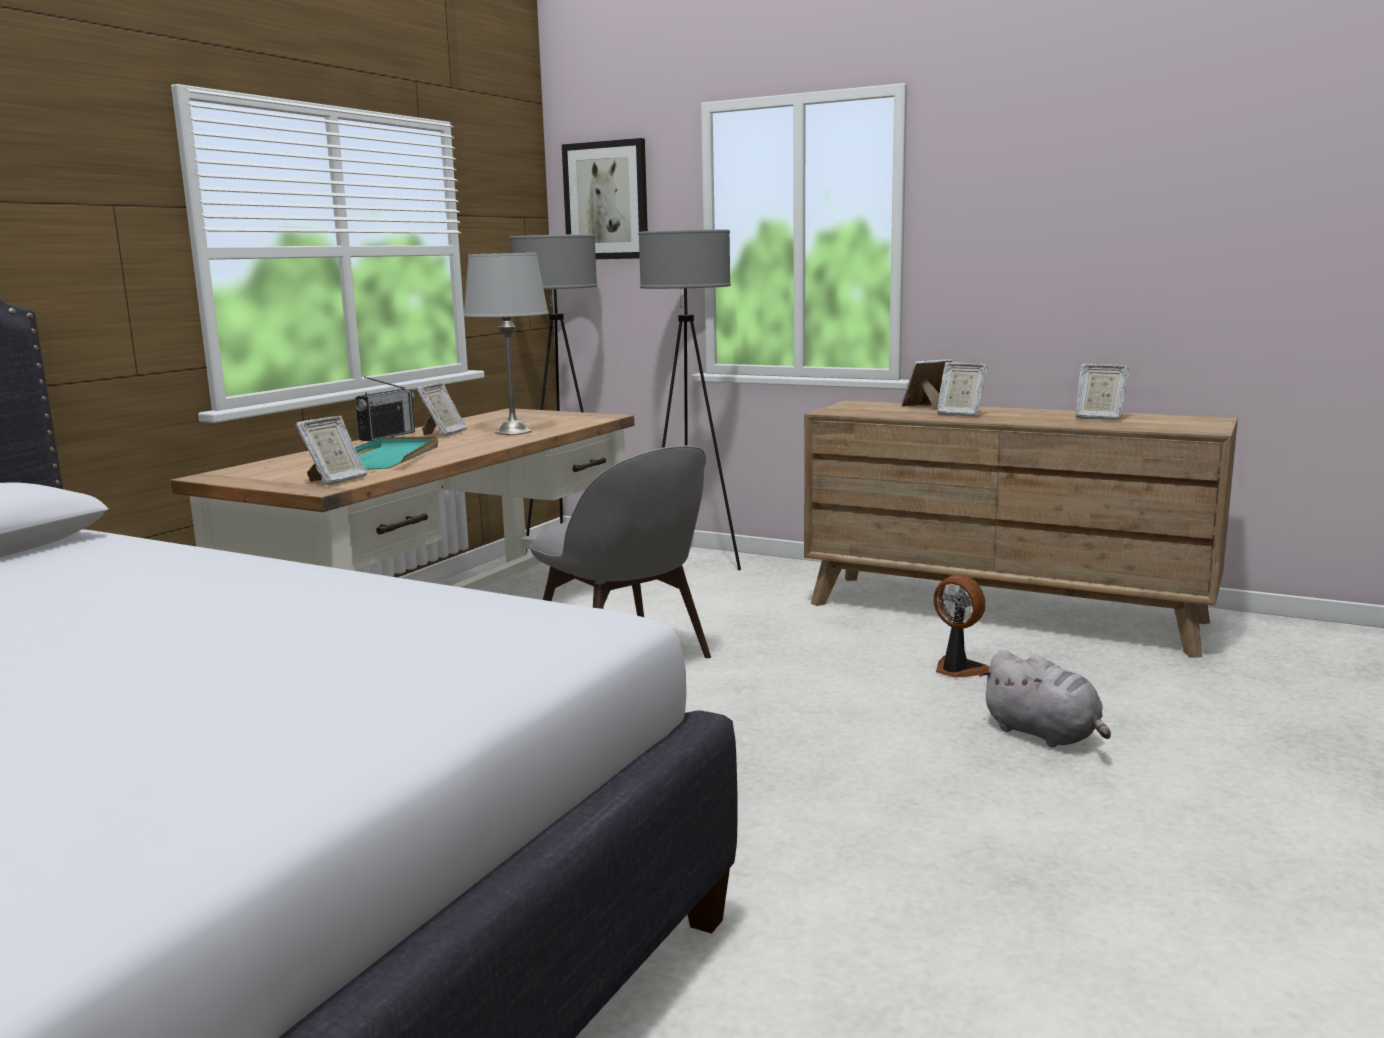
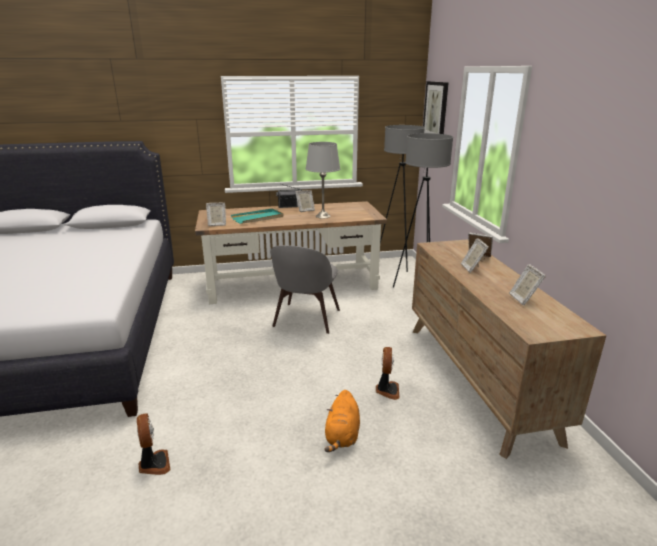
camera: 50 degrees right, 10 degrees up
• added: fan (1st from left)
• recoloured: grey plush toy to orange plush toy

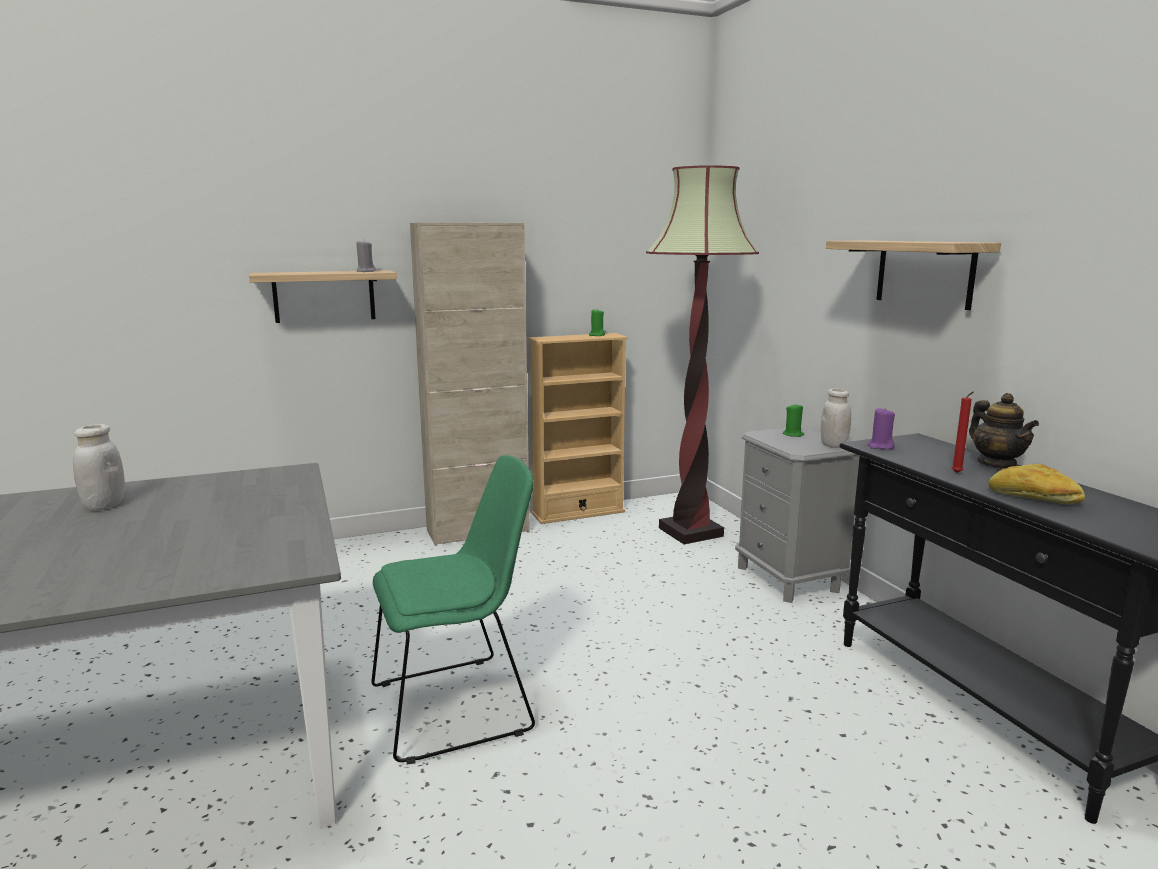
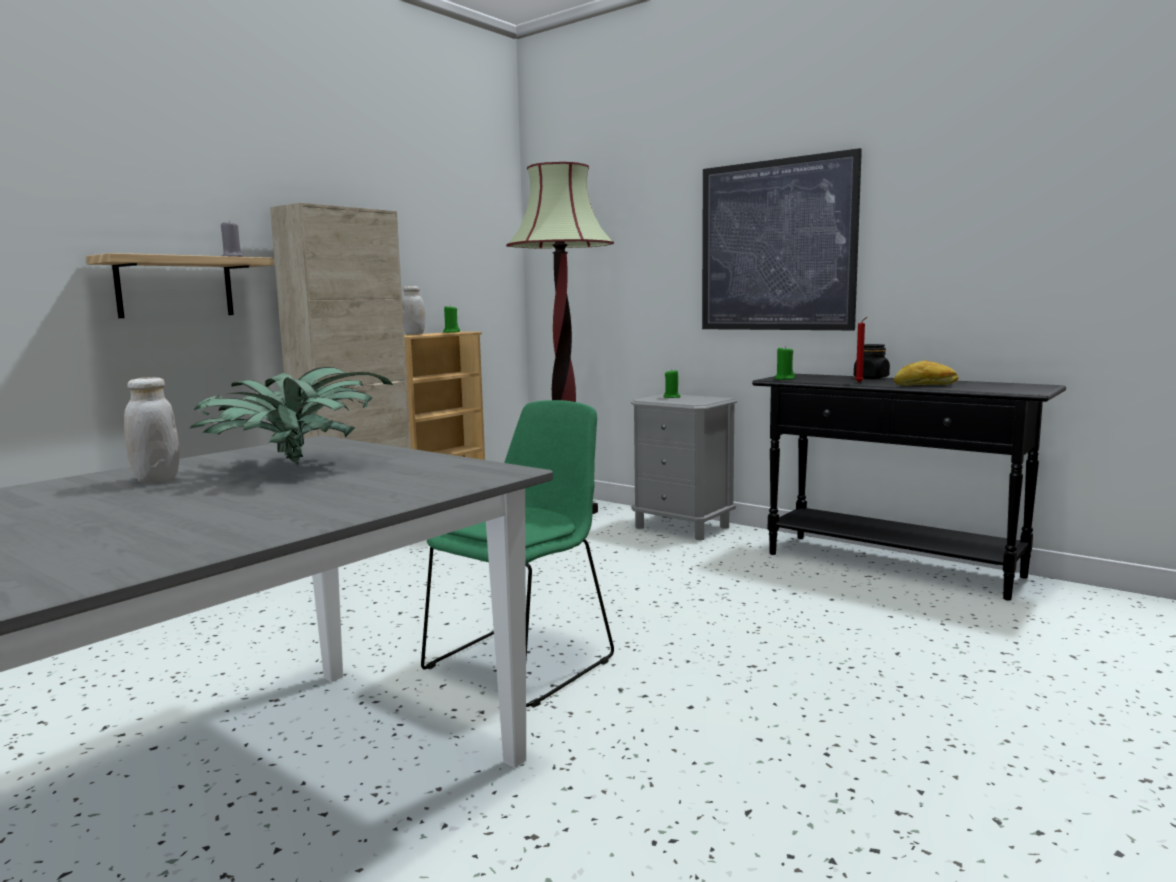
camera: 30 degrees left, 5 degrees down
• added: potted plant
• moved: white jar (2nd from left)
• replaced: shelf (2nd from left) to picture
• replaced: teapot to black jar
• recoloured: purple candle to green candle (3rd from left)

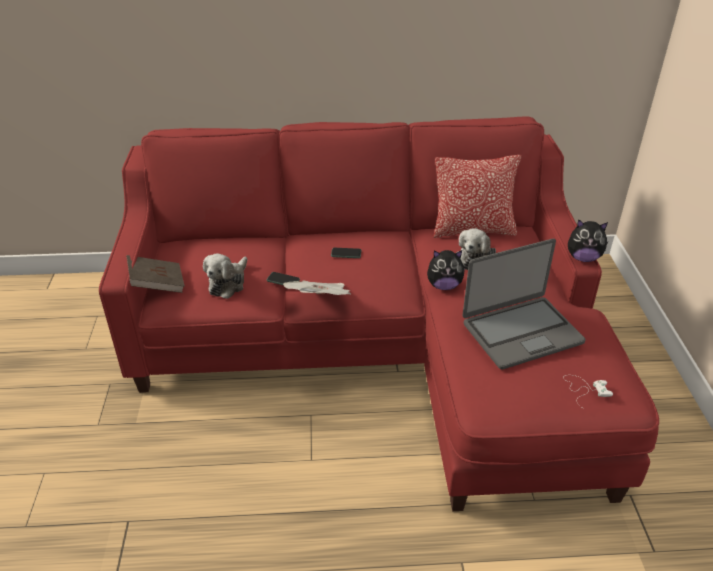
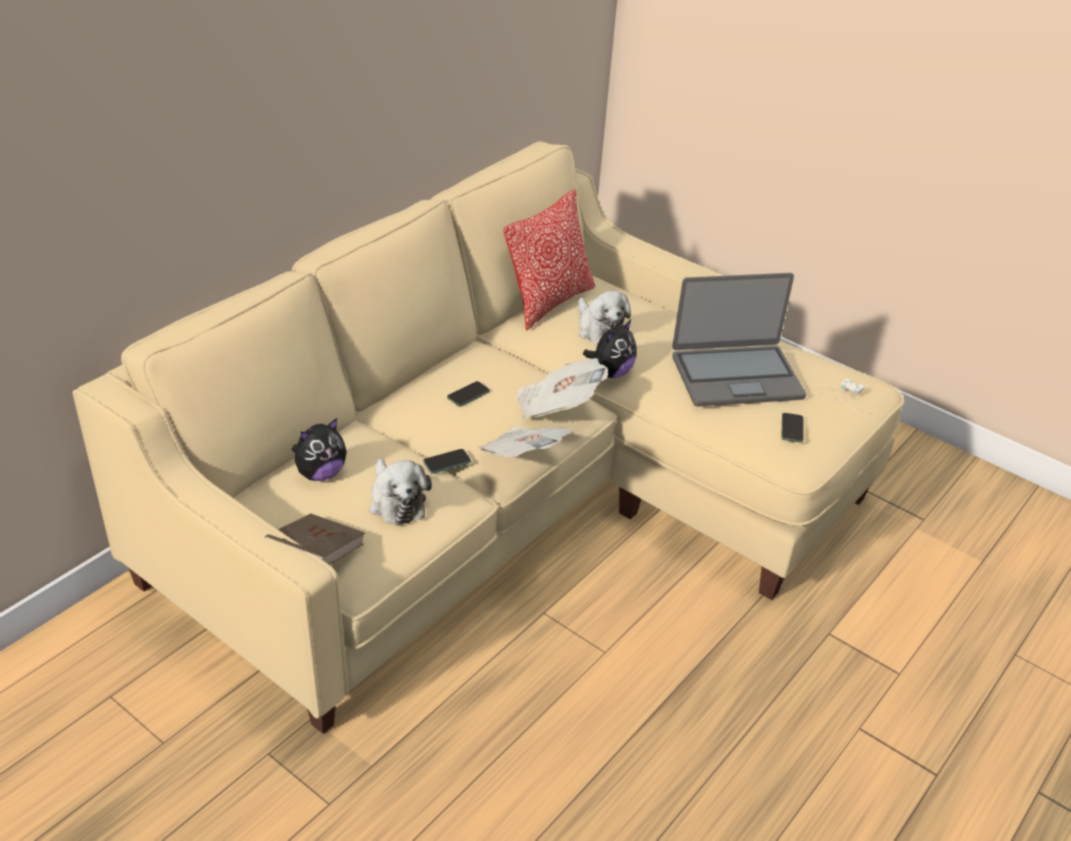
camera: 50 degrees left, 0 degrees up
• added: newspaper (2nd from left)
• added: phone (3rd from left)
• moved: plush toy (4th from left in the first image) to plush toy (1st from left)
• recoloured: red sofa to beige sofa
• turned: laptop 60 degrees clockwise

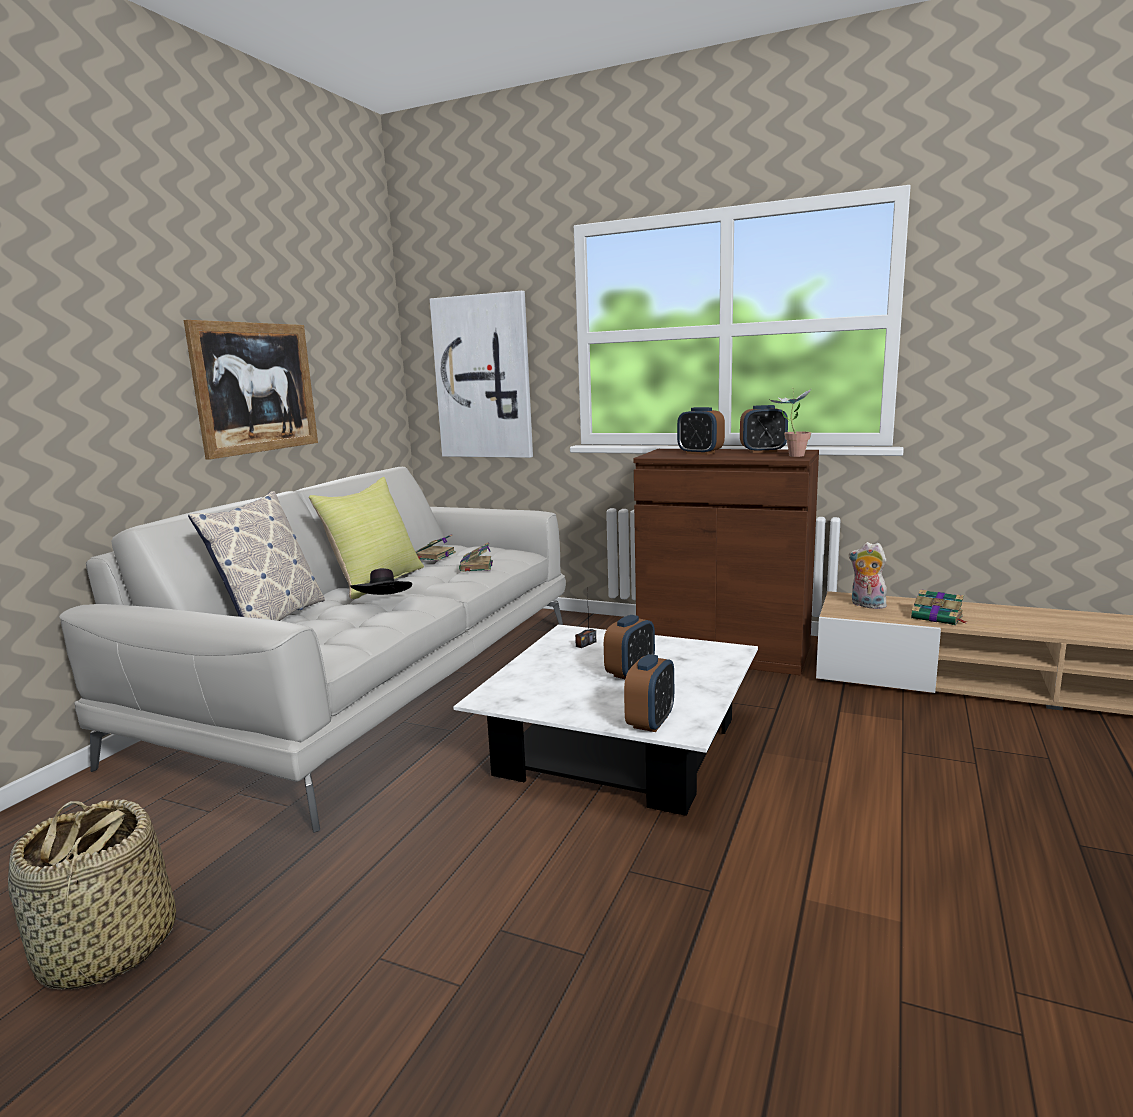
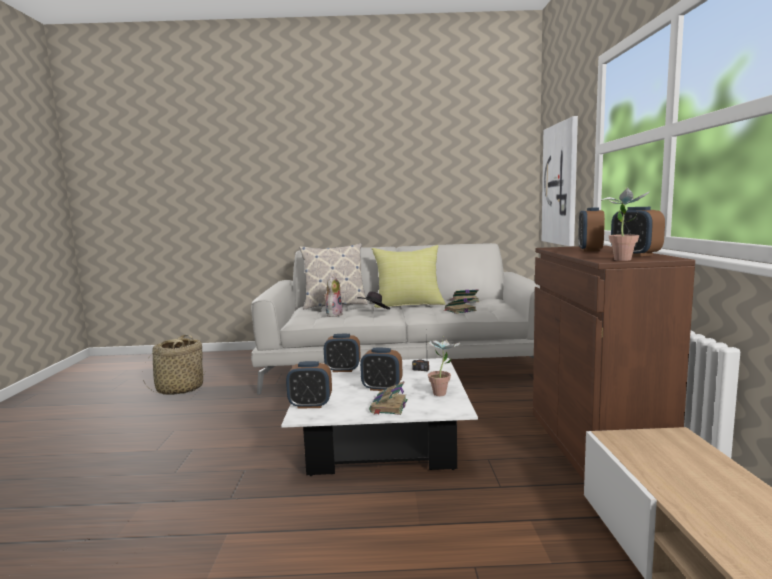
camera: 65 degrees right, 5 degrees down
• removed: picture (1st from left)
• added: alarm clock (2nd from left)
• added: potted plant (1st from left)
• moved: plush toy
• moved: book (3rd from left in the first image) to book (1st from left)

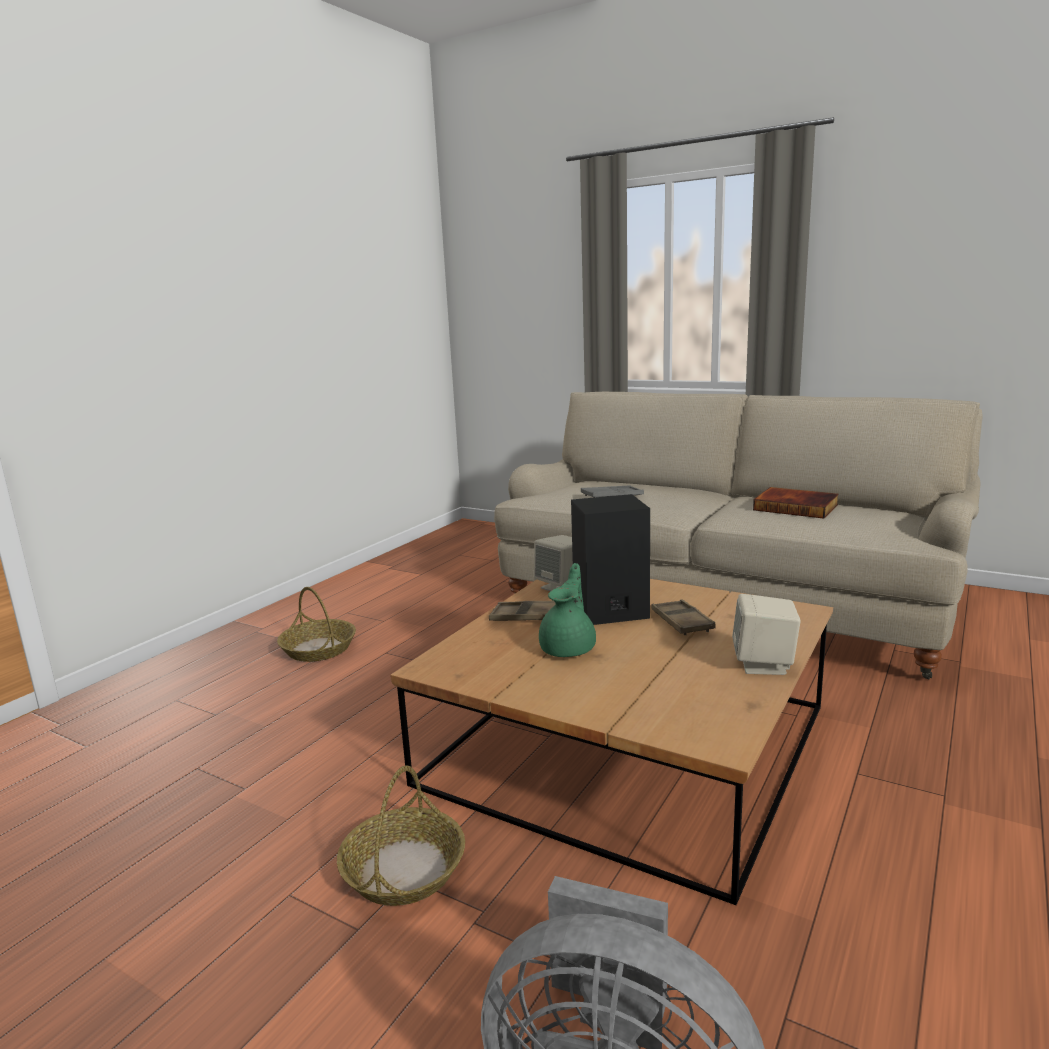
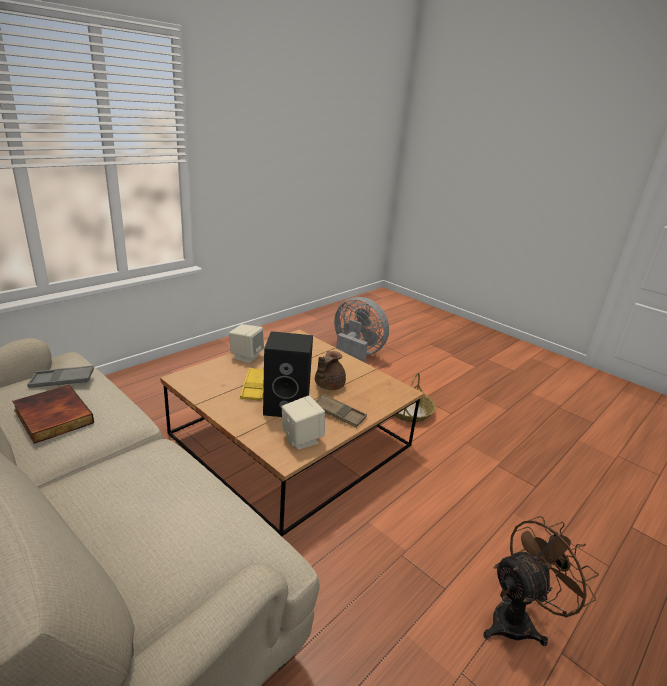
camera: 170 degrees left, 10 degrees up
• moved: grey tray
• replaced: basket (1st from left) to brown fan
• recoloured: green teapot to brown teapot
• recoloured: brown tray (2nd from left) to yellow tray

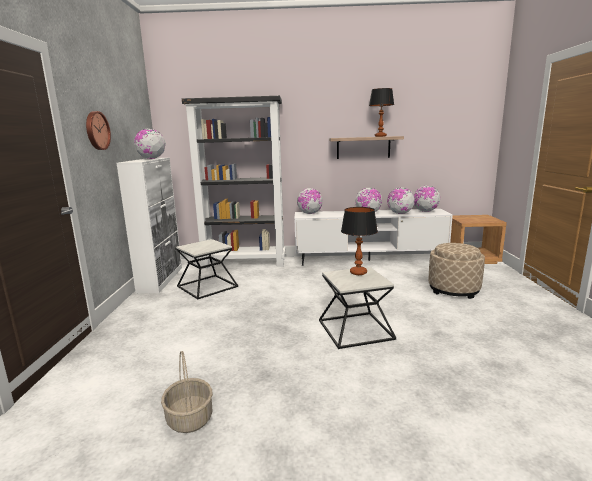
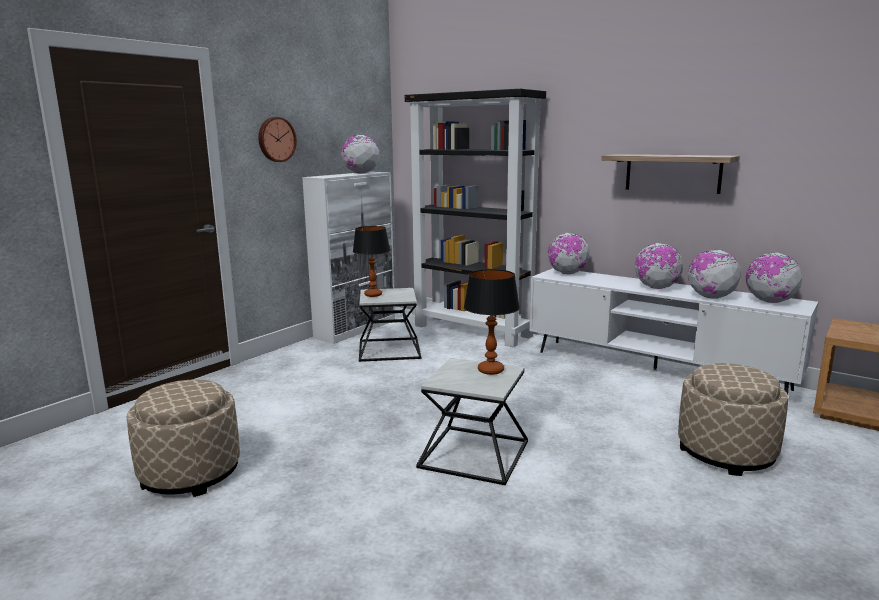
camera: 35 degrees right, 0 degrees up
• moved: table lamp (2nd from left in the first image) to table lamp (1st from left)
• replaced: basket to beige ottoman (1st from left)

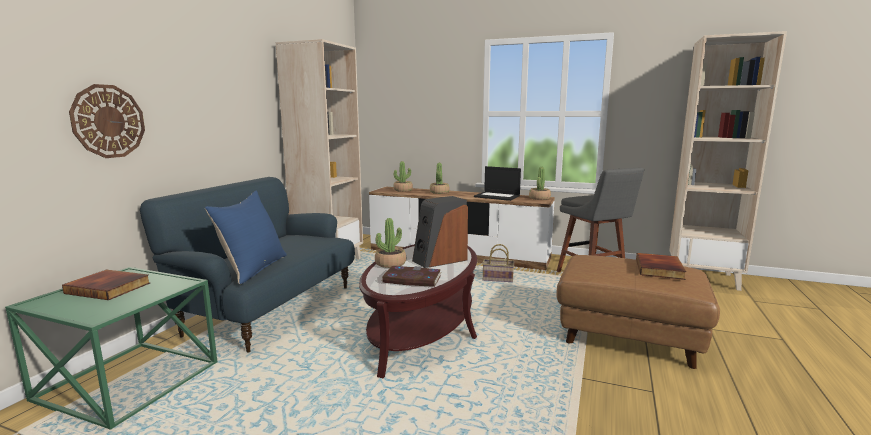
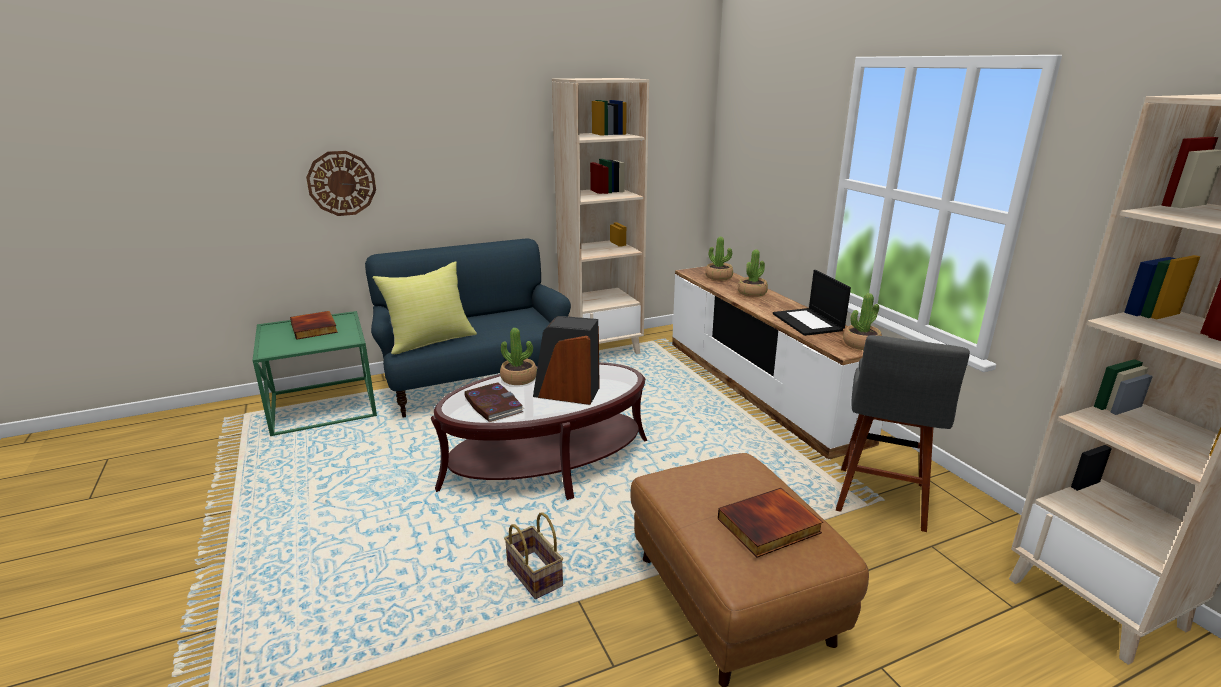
camera: 45 degrees right, 10 degrees up
• moved: basket
• recoloured: blue pillow to yellow pillow

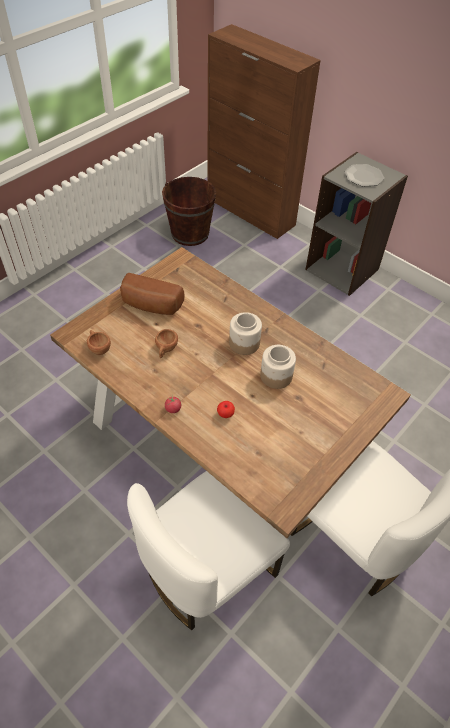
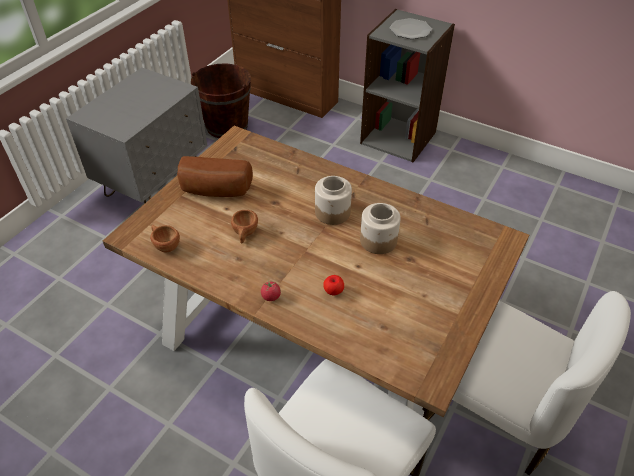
camera: 10 degrees left, 5 degrees down
• added: grey nightstand

